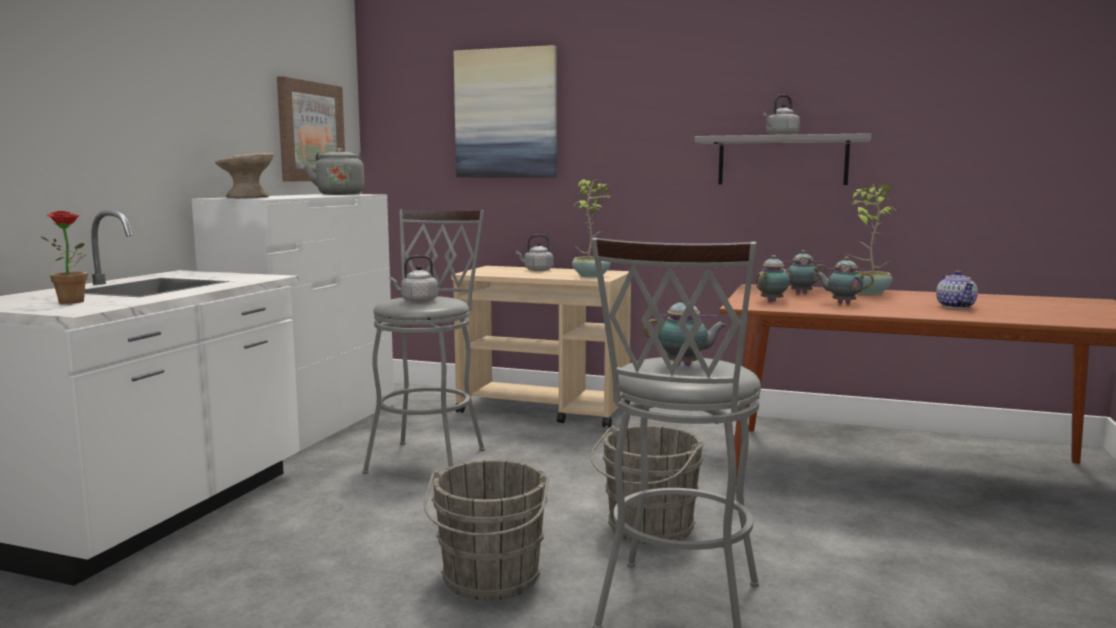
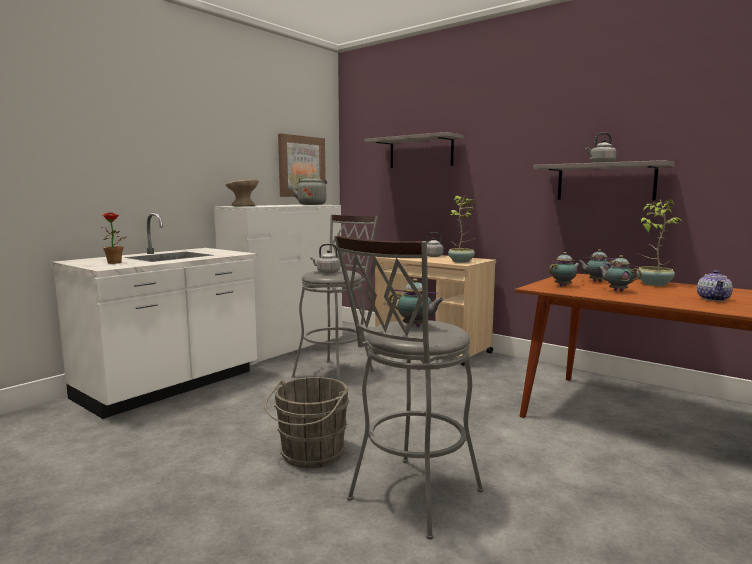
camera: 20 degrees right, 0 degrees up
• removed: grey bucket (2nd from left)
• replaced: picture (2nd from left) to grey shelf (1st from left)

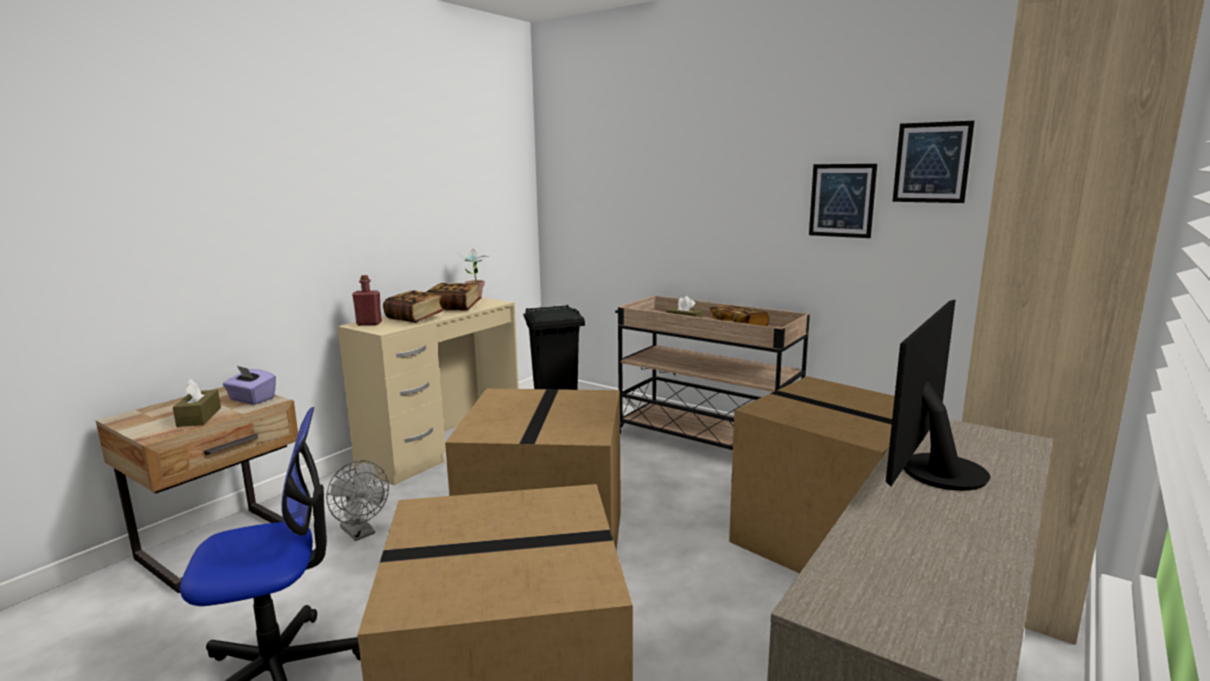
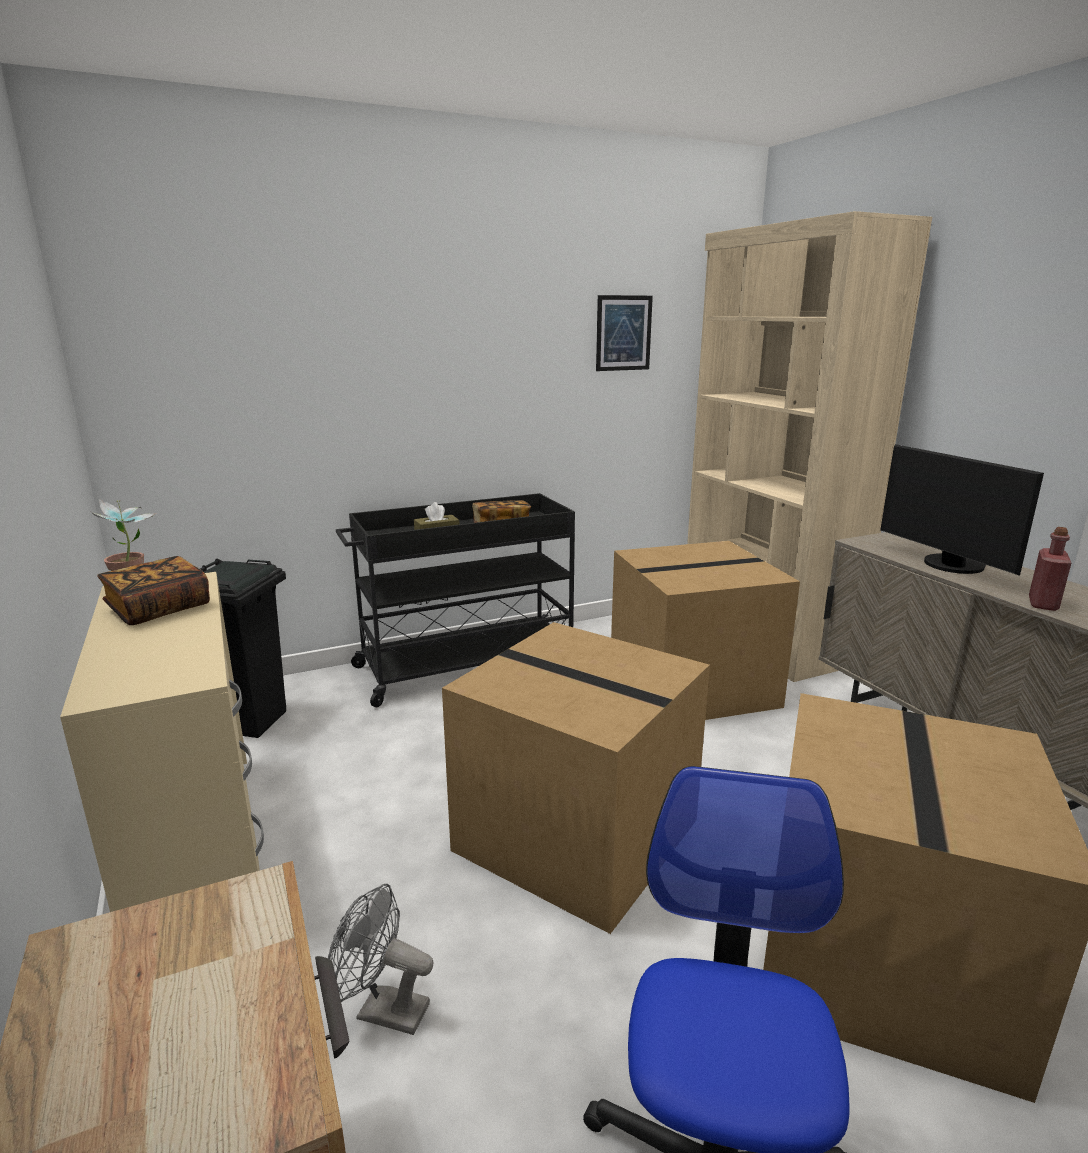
camera: 60 degrees left, 5 degrees up
• removed: brown tissue box (1st from left)
• removed: purple tissue box
• removed: book (1st from left)
• removed: picture (1st from left)
• moved: red bottle
• recoloured: beige cart to black cart
• turned: grey fan 150 degrees counterclockwise

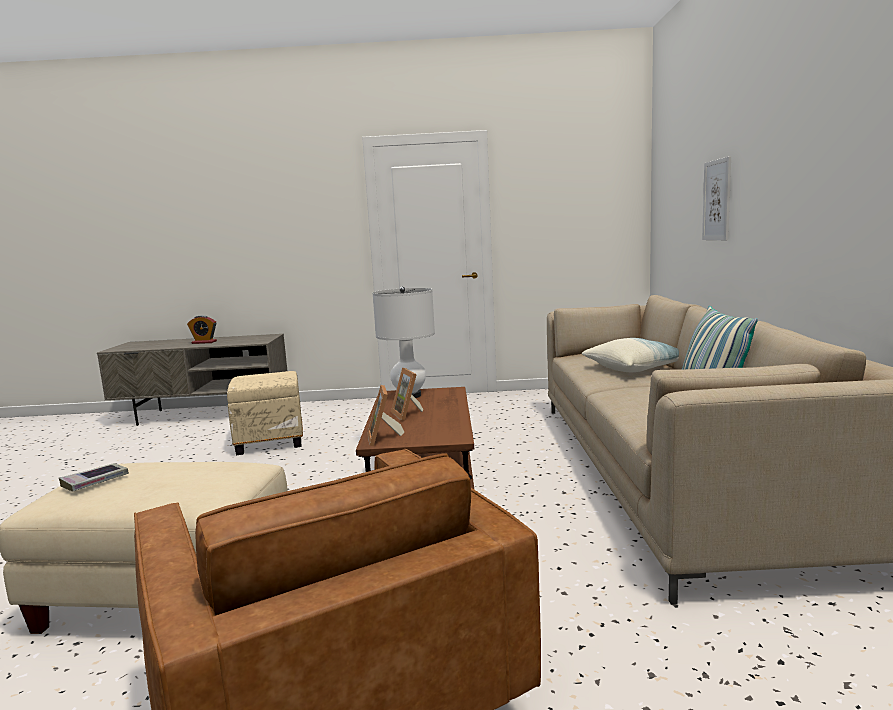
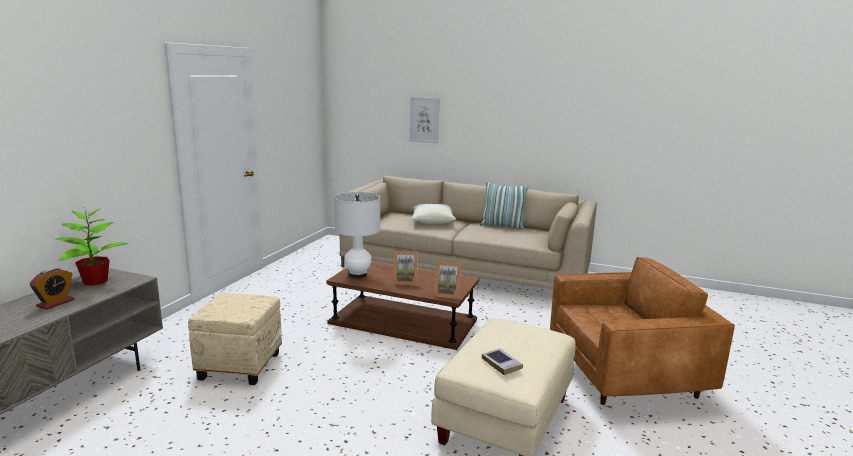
camera: 70 degrees left, 5 degrees up
• added: potted plant

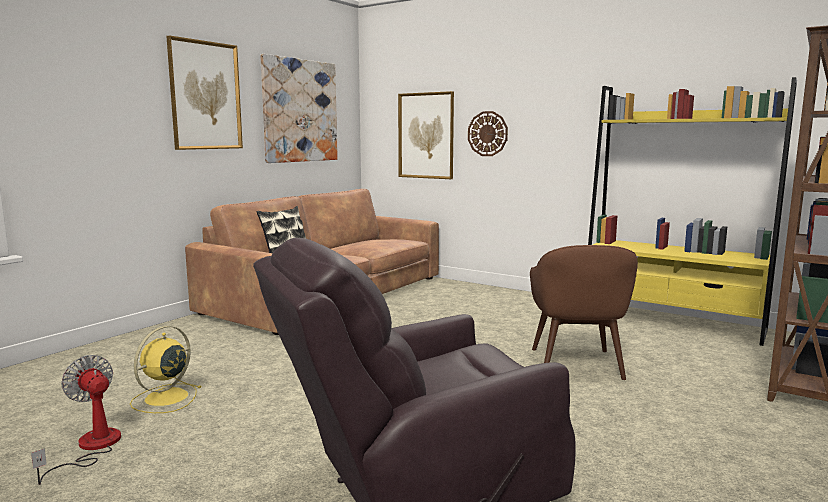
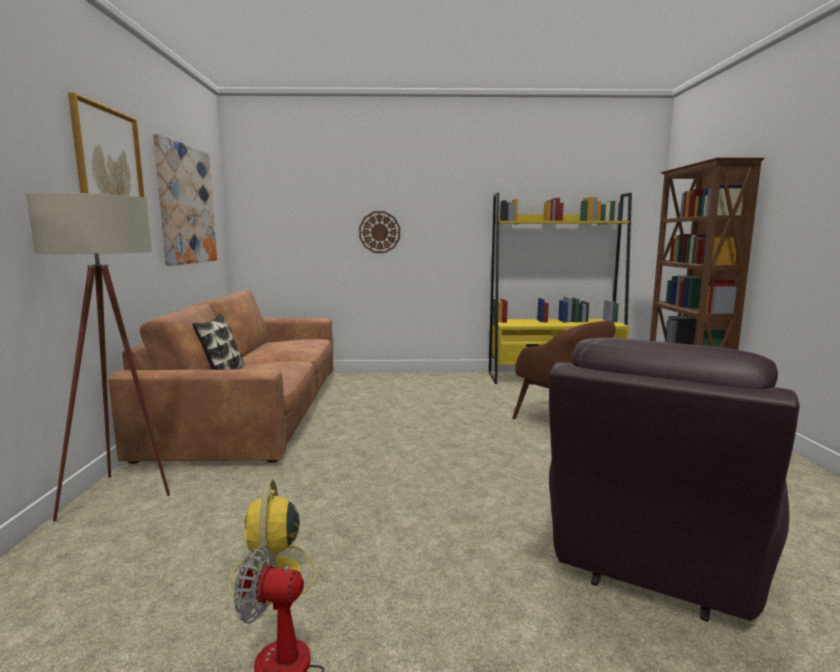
camera: 35 degrees left, 0 degrees up
• removed: picture (3rd from left)
• added: beige floor lamp

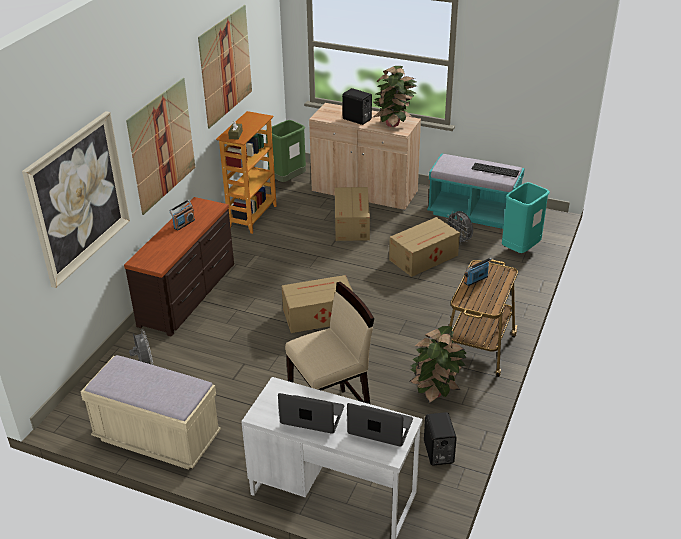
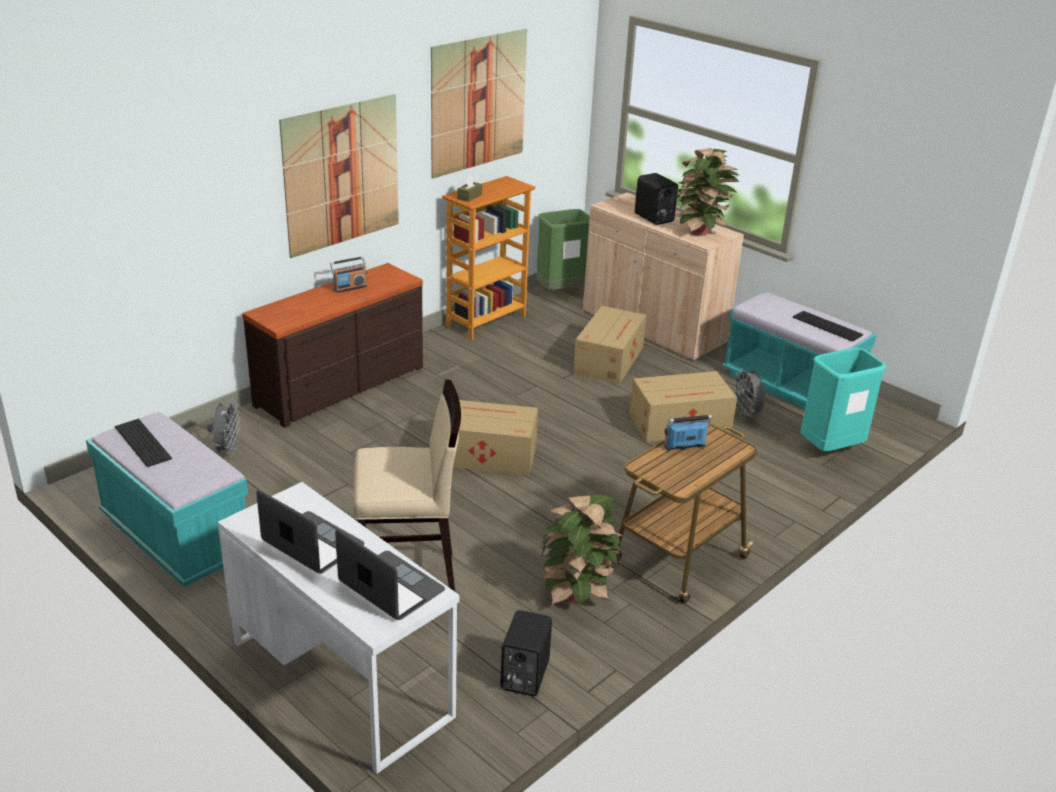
camera: 20 degrees right, 5 degrees down
• removed: picture (1st from left)
• added: keyboard (1st from left)
• recoloured: beige bench to turquoise bench (1st from left)

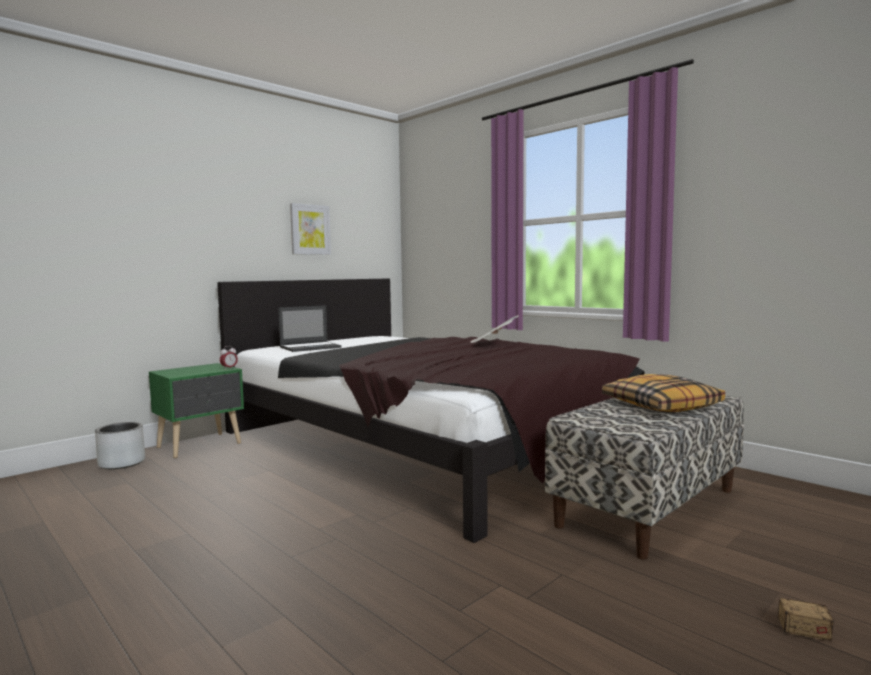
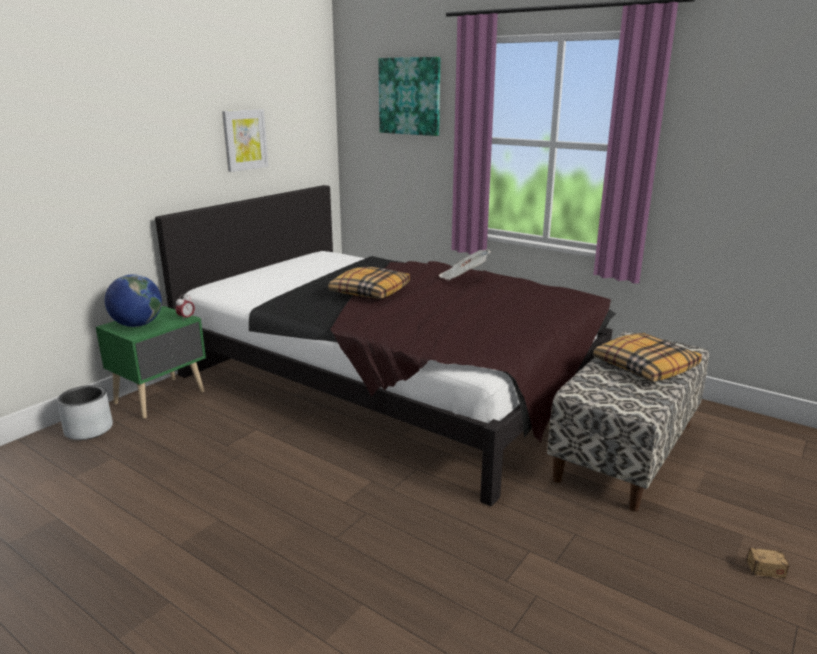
camera: 10 degrees left, 15 degrees up
• removed: laptop
• added: globe
• added: pillow (1st from left)
• added: picture (2nd from left)

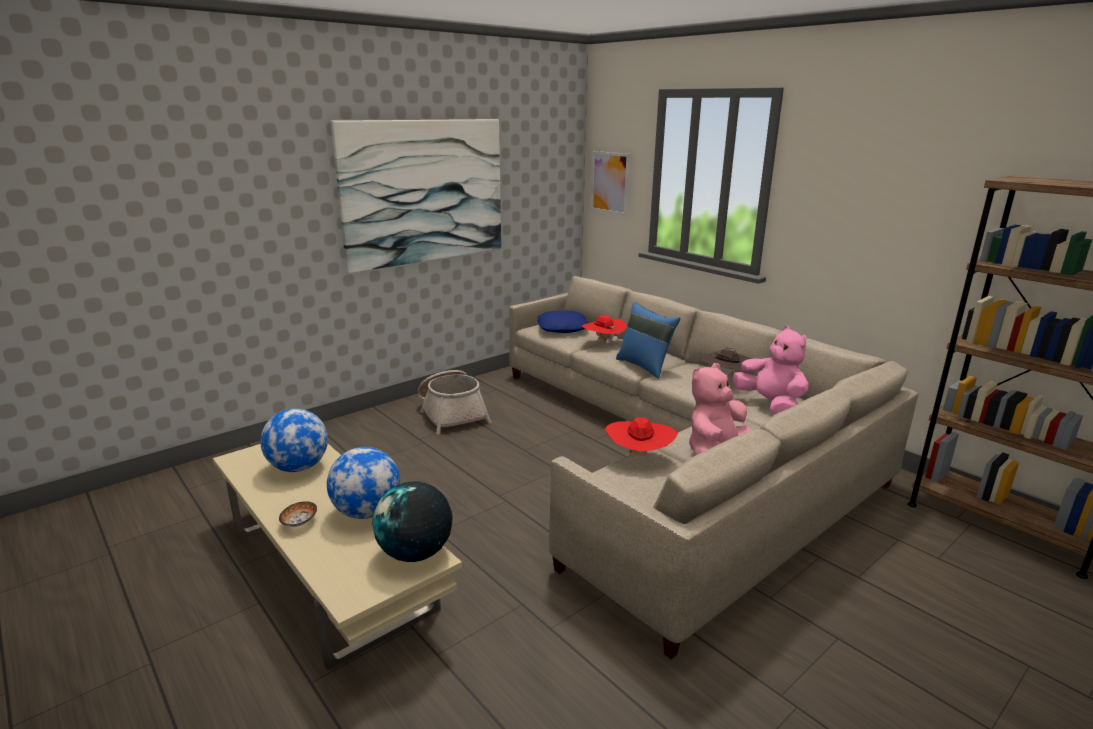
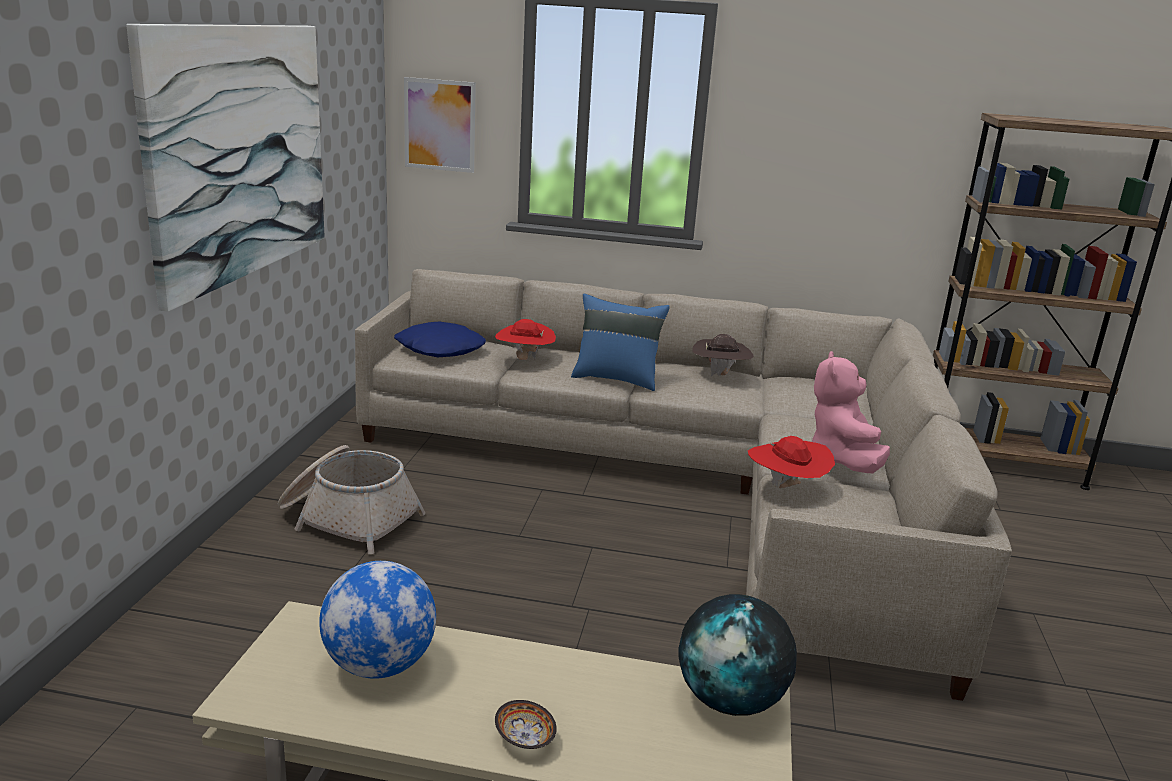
camera: 40 degrees left, 0 degrees up
• removed: globe (2nd from left)
• removed: pink plush toy (2nd from left)

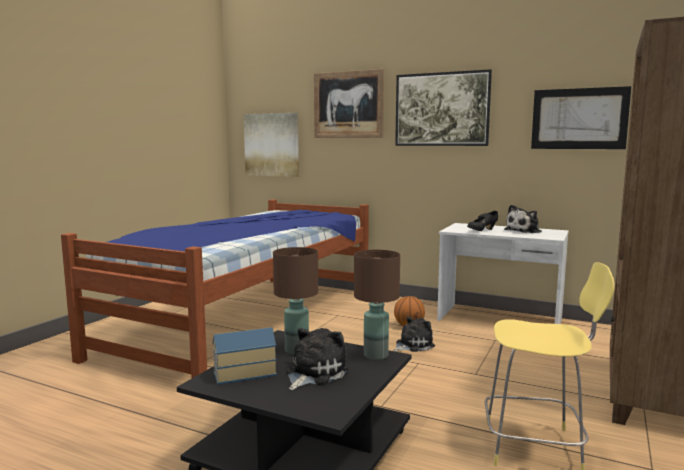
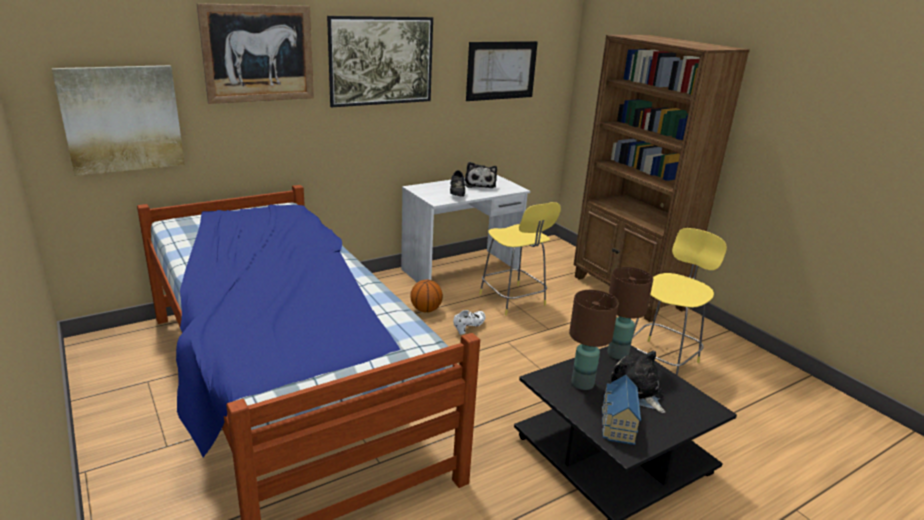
camera: 60 degrees left, 15 degrees up
• added: yellow stool (1st from left)
• replaced: plush toy (2nd from left) to white shoe

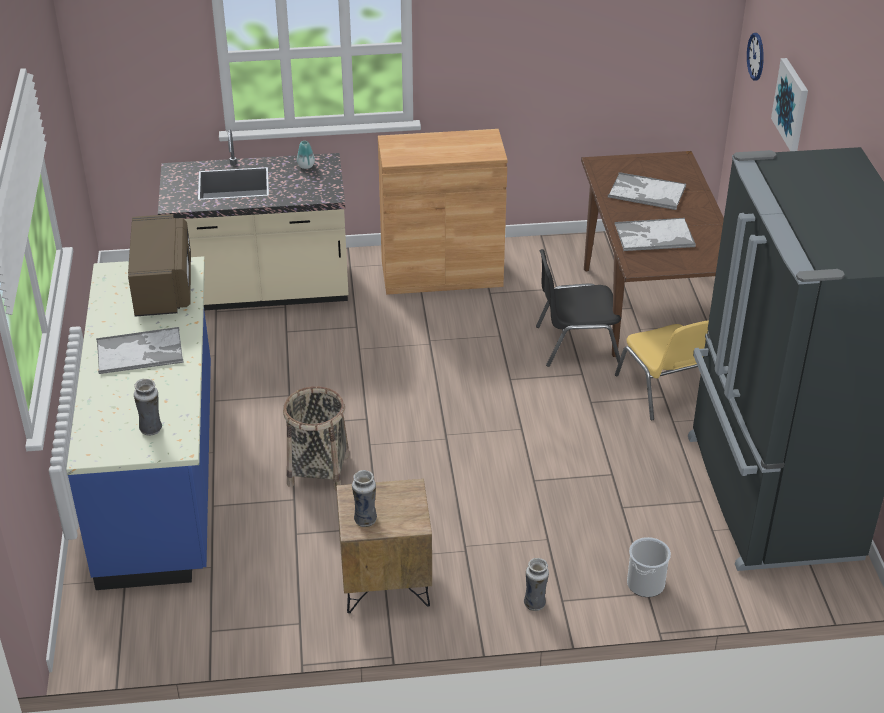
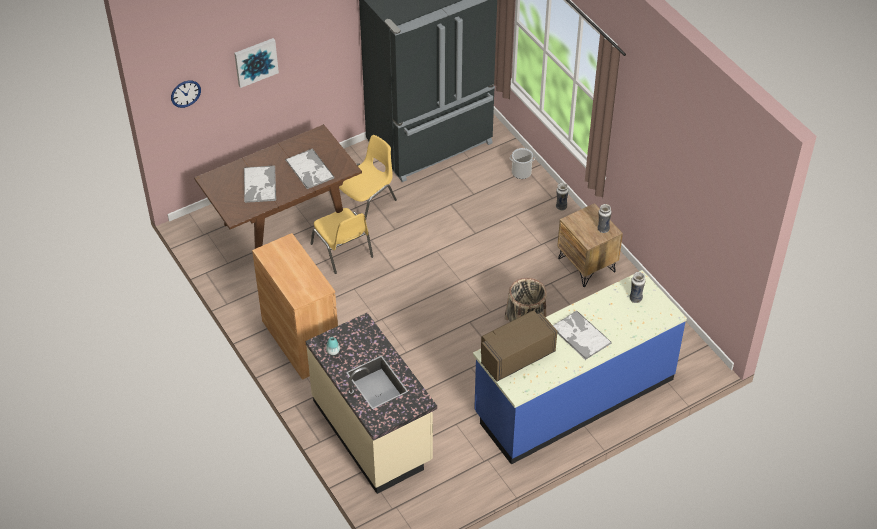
camera: 115 degrees left, 10 degrees up
• recoloured: black chair to yellow chair (1st from left)

